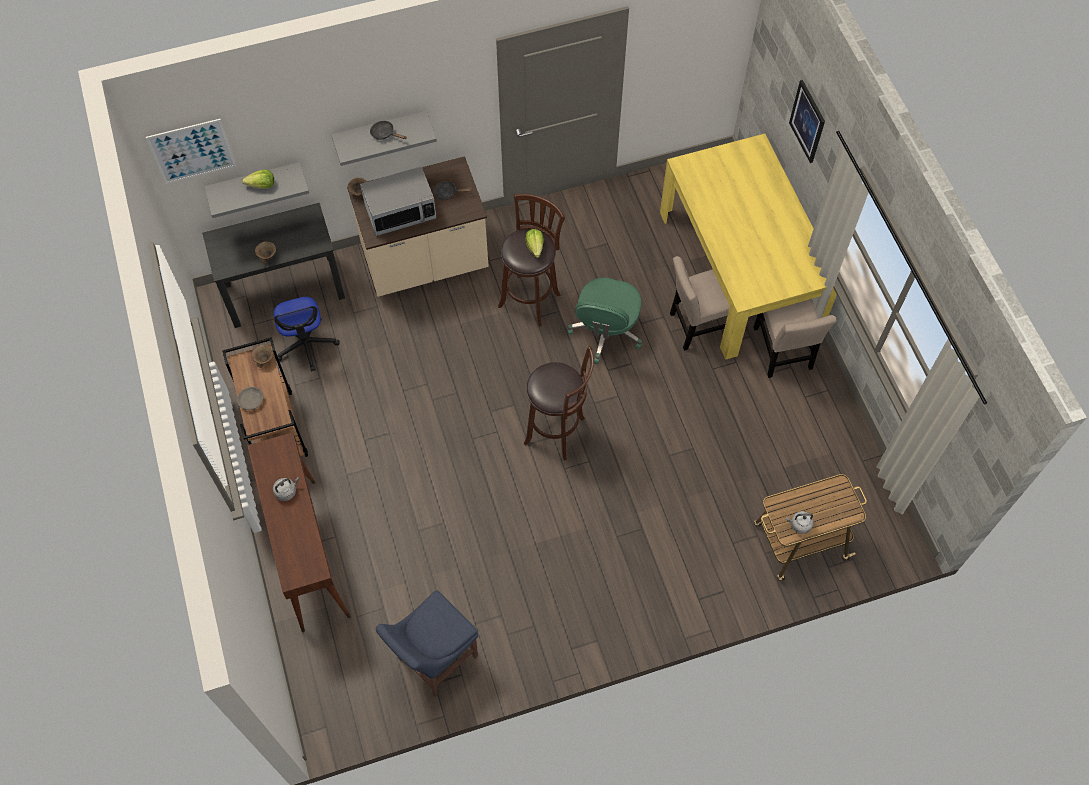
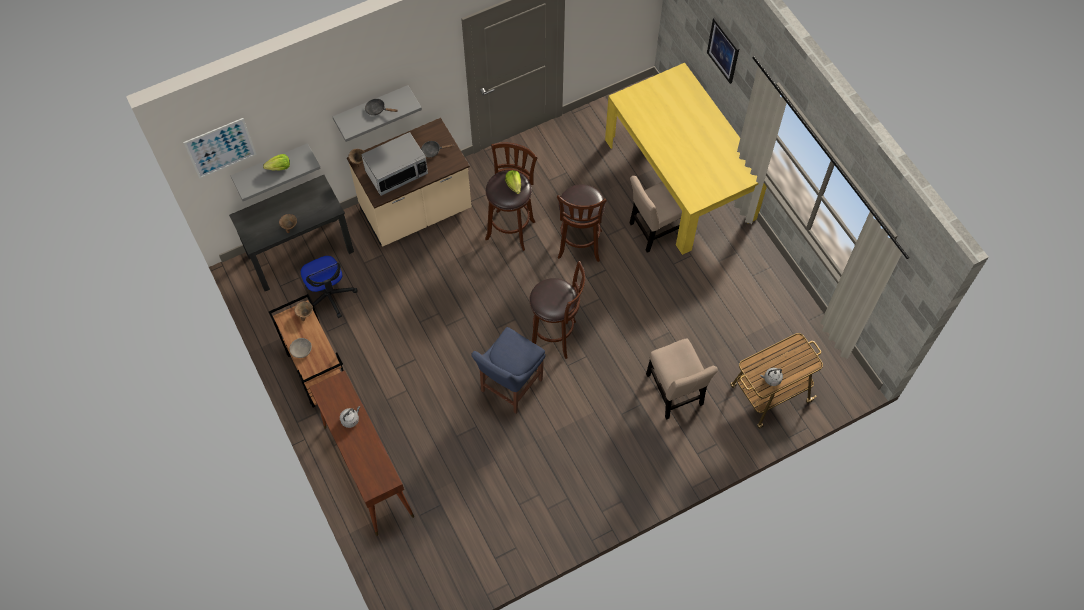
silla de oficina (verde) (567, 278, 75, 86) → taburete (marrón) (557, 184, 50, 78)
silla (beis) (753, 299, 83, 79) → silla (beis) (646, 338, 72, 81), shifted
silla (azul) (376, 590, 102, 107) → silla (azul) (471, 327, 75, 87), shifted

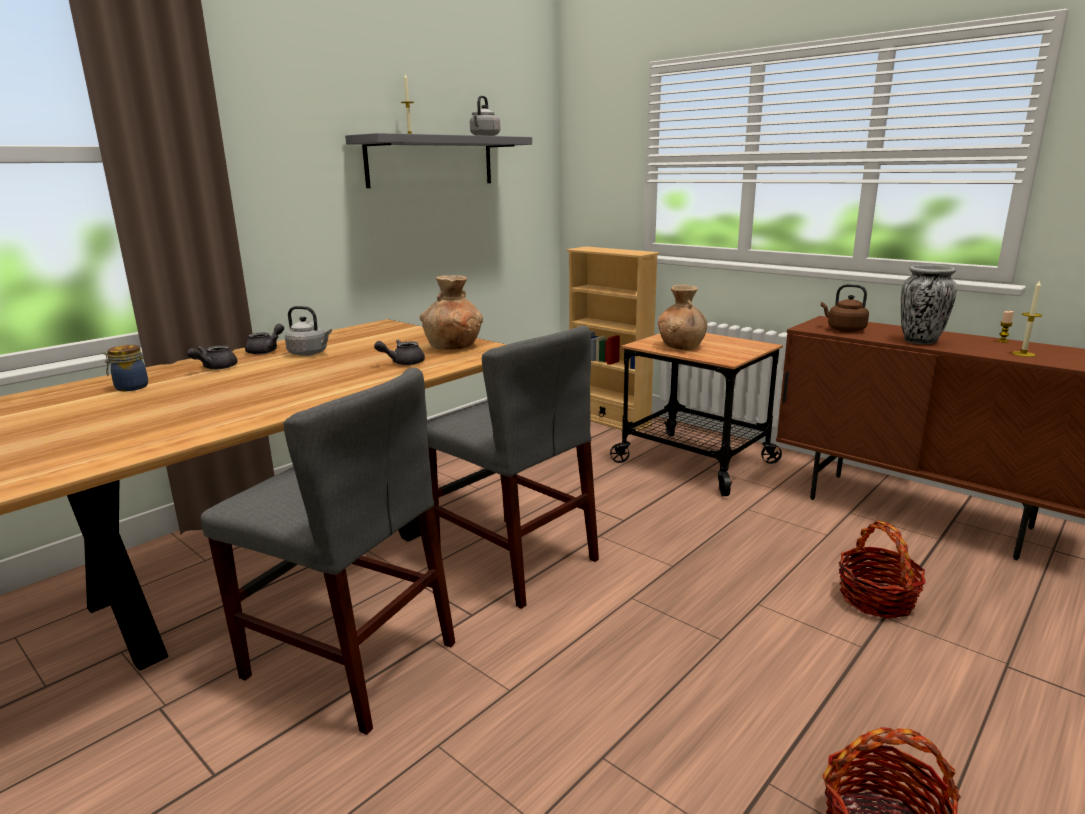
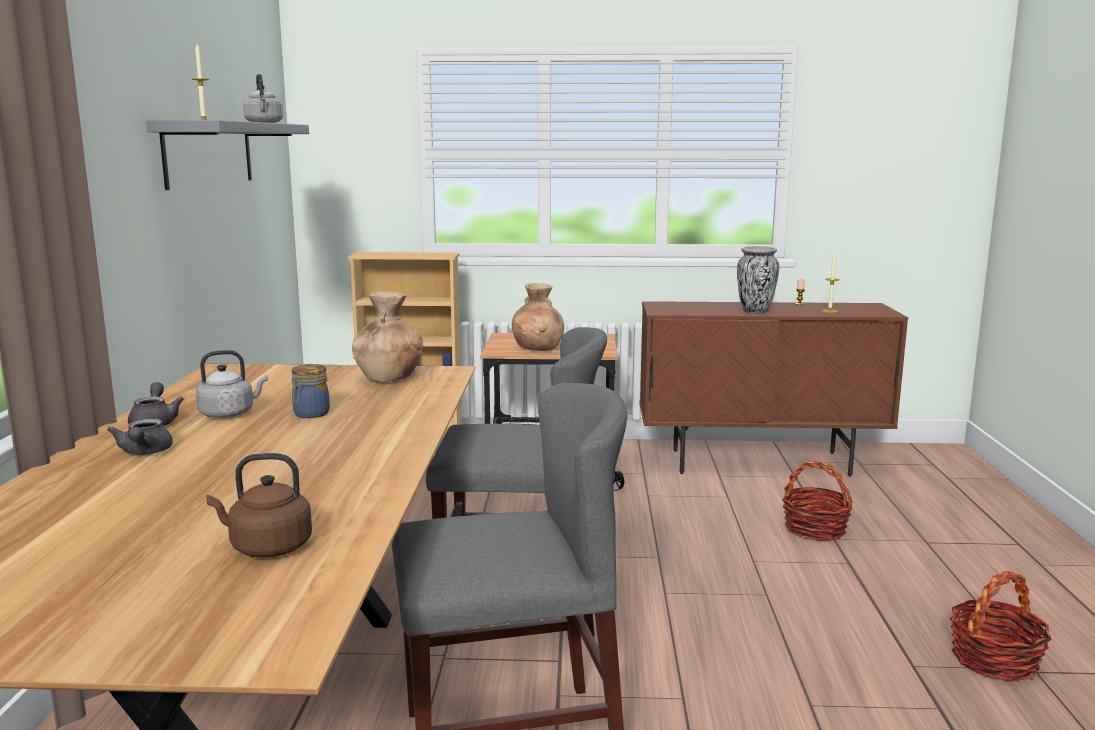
hervidor (marrón) (821, 284, 48, 48) → hervidor (marrón) (206, 453, 106, 105), shifted
tetera (gris) (374, 339, 51, 26) → -
tarro (103, 345, 45, 46) → tarro (292, 364, 38, 54), shifted

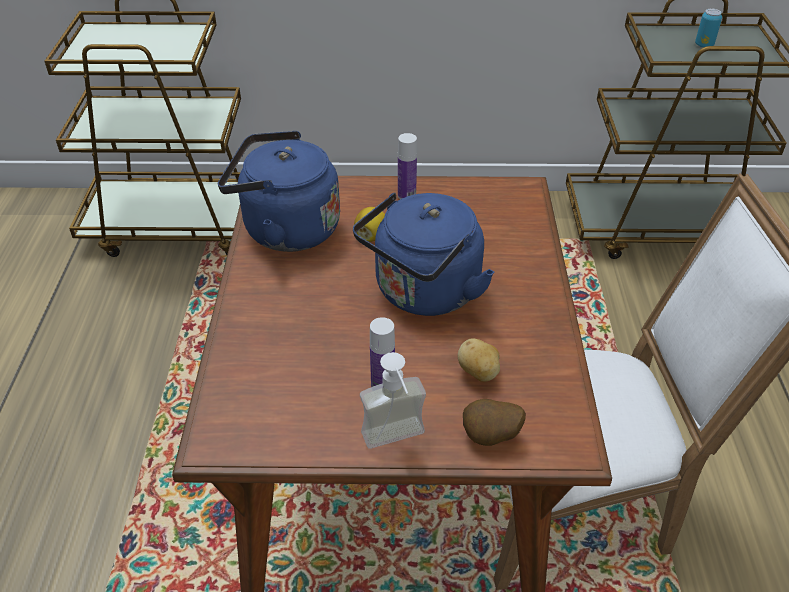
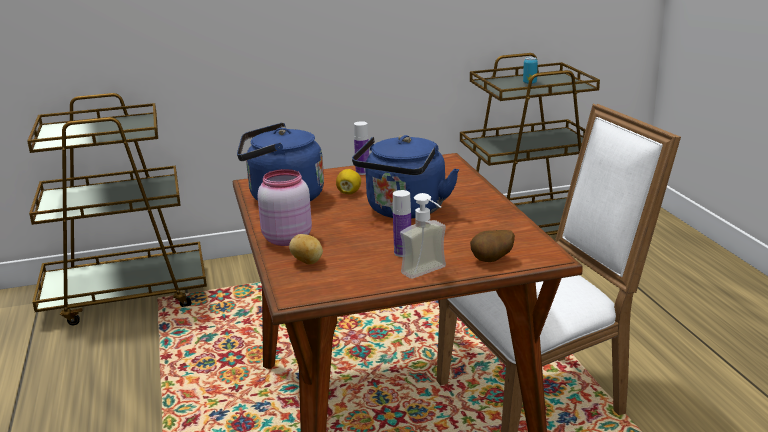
patata (458, 338, 42, 44) → patata (289, 234, 34, 30), shifted
- → tarro (rosa) (258, 169, 54, 77)

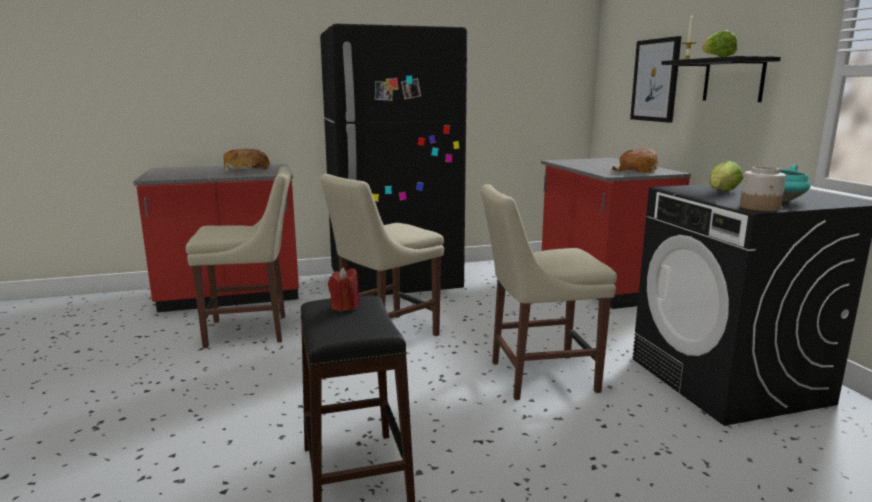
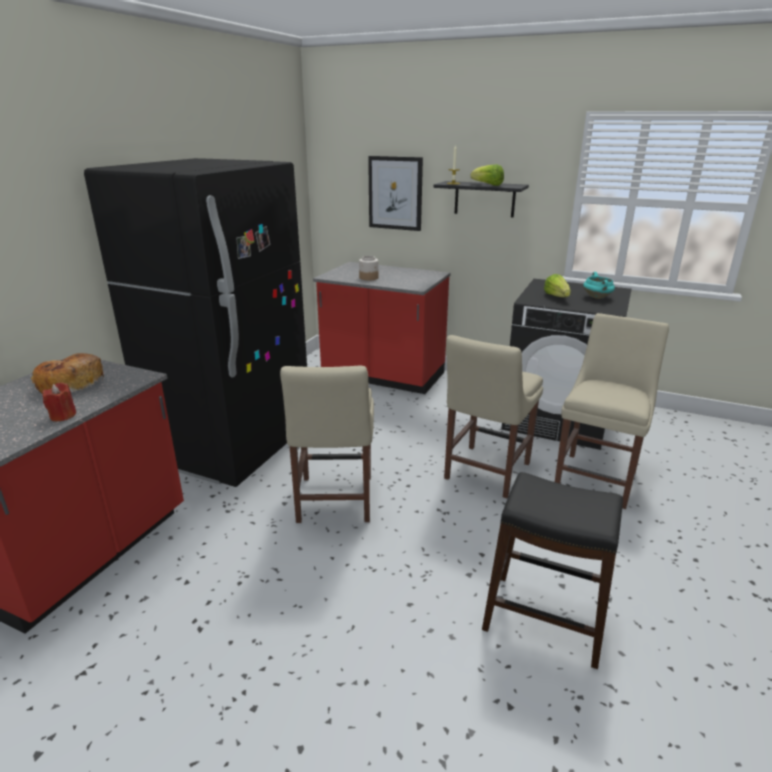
pan (612, 148, 46, 25) → -
silla (beis) (186, 166, 105, 182) → silla (beis) (555, 313, 114, 196), shifted
tarro (740, 166, 46, 45) → tarro (359, 256, 20, 24), shifted
vela (rojo) (328, 267, 31, 44) → vela (rojo) (42, 382, 34, 39), shifted

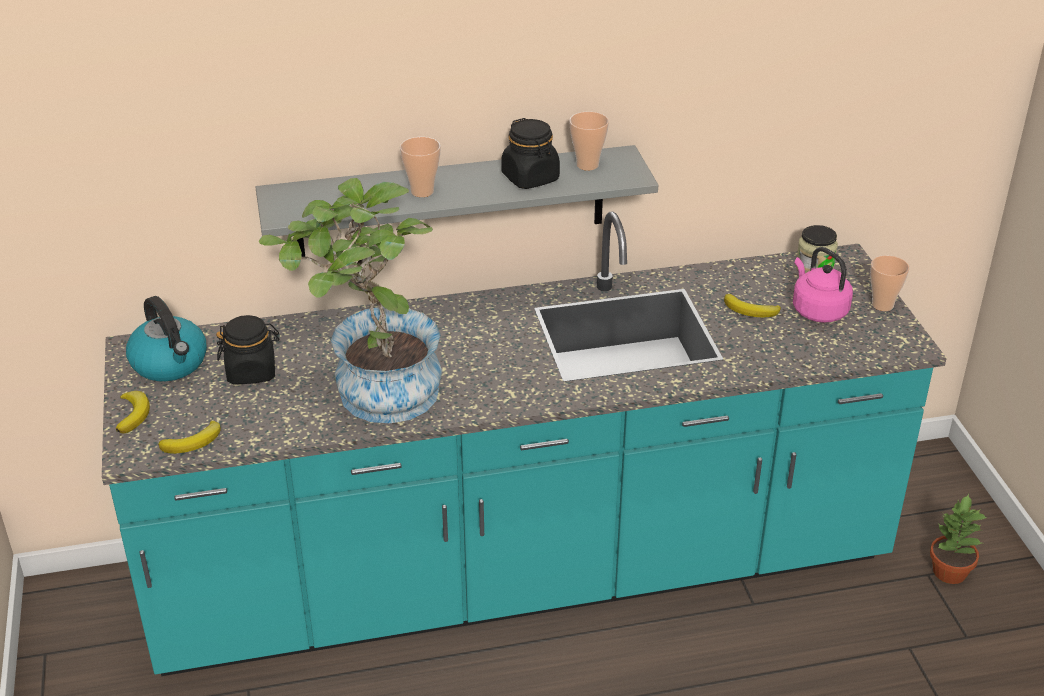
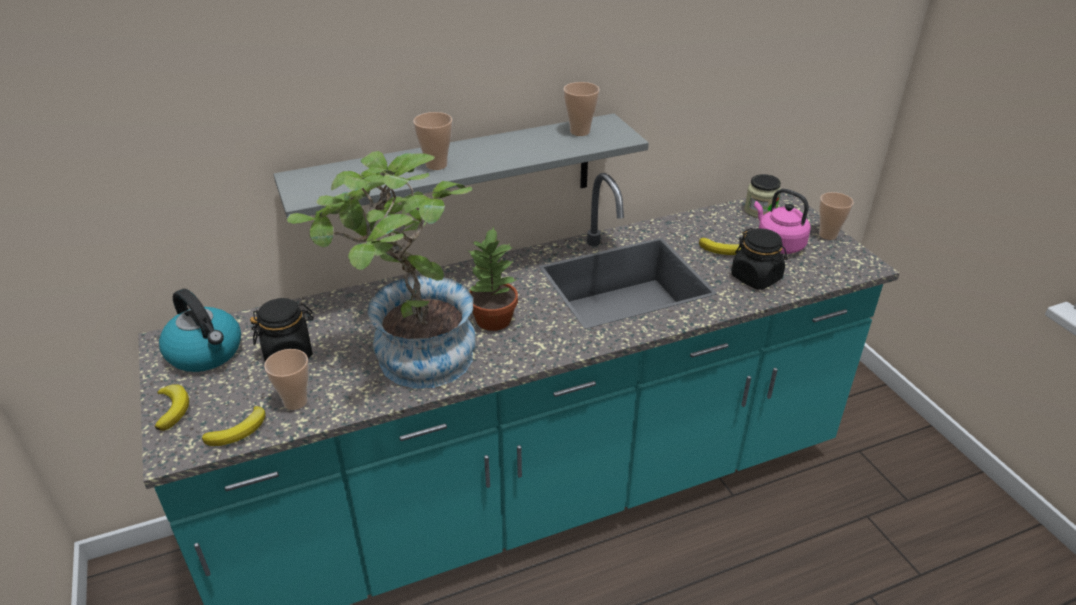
tarro (negro) (501, 118, 59, 71) → tarro (negro) (731, 228, 57, 62), shifted
planta en maceta (930, 494, 57, 90) → planta en maceta (468, 226, 50, 105), shifted
- → taza (264, 349, 45, 61)

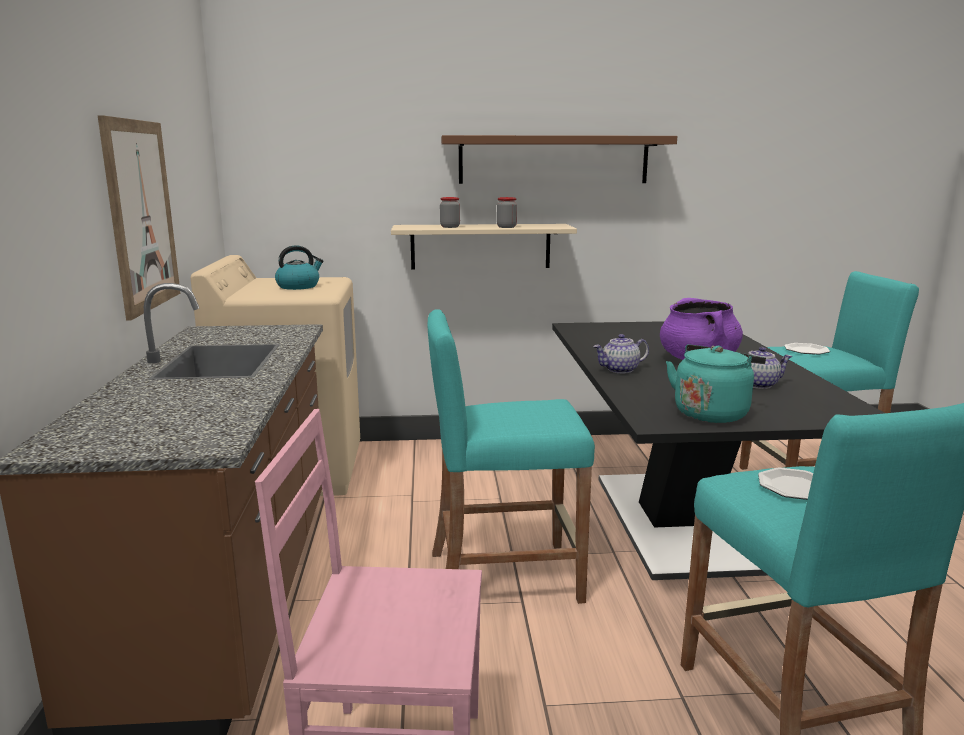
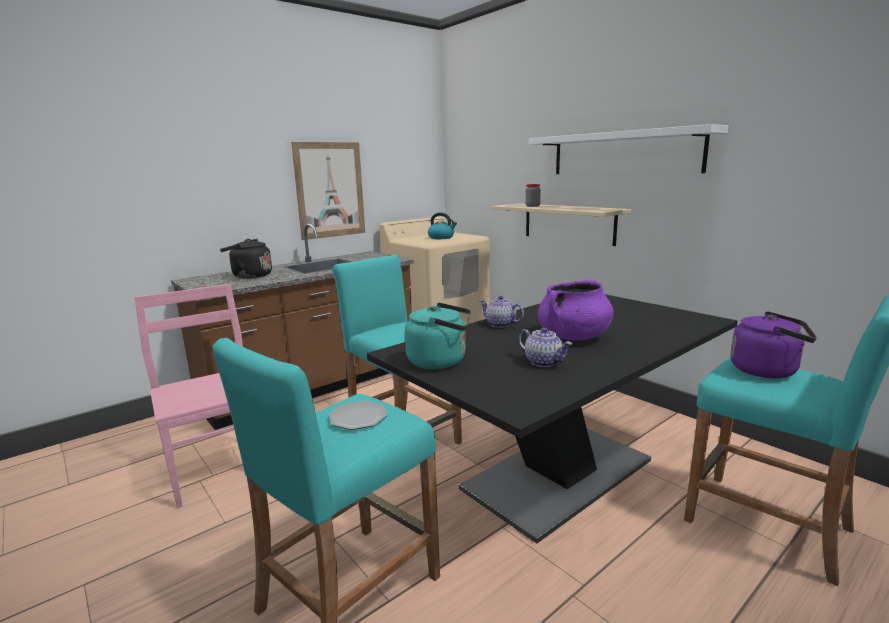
estante (marrón) (441, 135, 236, 49) → estante (blanco) (529, 124, 199, 50)
tarro (497, 197, 20, 31) → -
plato (784, 343, 46, 11) → hervidor (morado) (730, 311, 87, 68)
- → hervidor (negro) (220, 239, 52, 40)

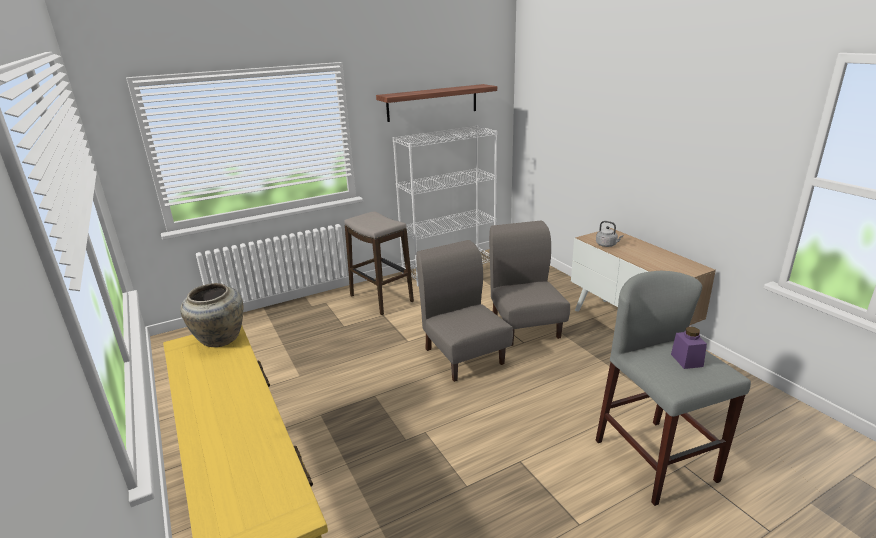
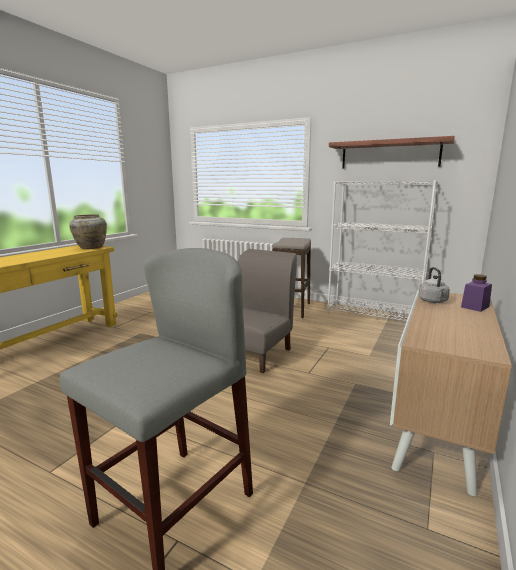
silla (gris) (489, 221, 81, 125) → -
tarro (morado) (671, 327, 36, 42) → tarro (morado) (461, 274, 31, 38), shifted

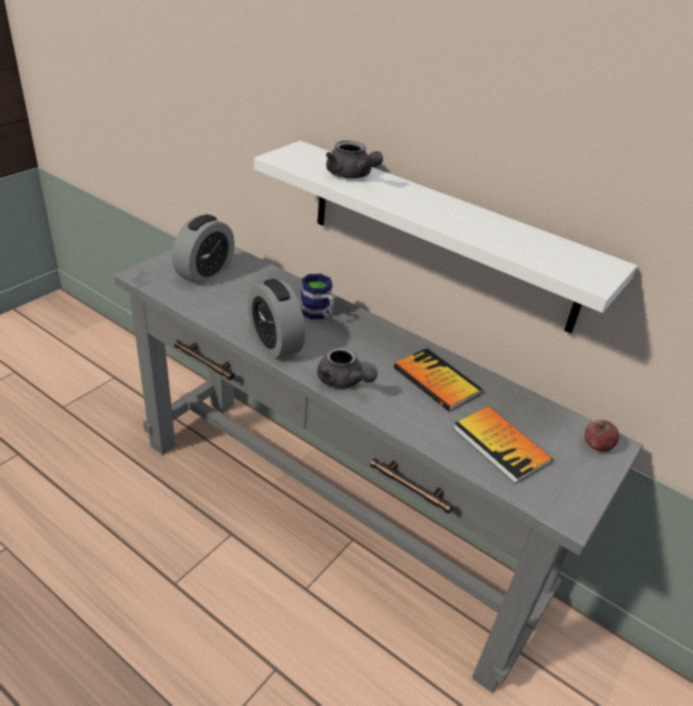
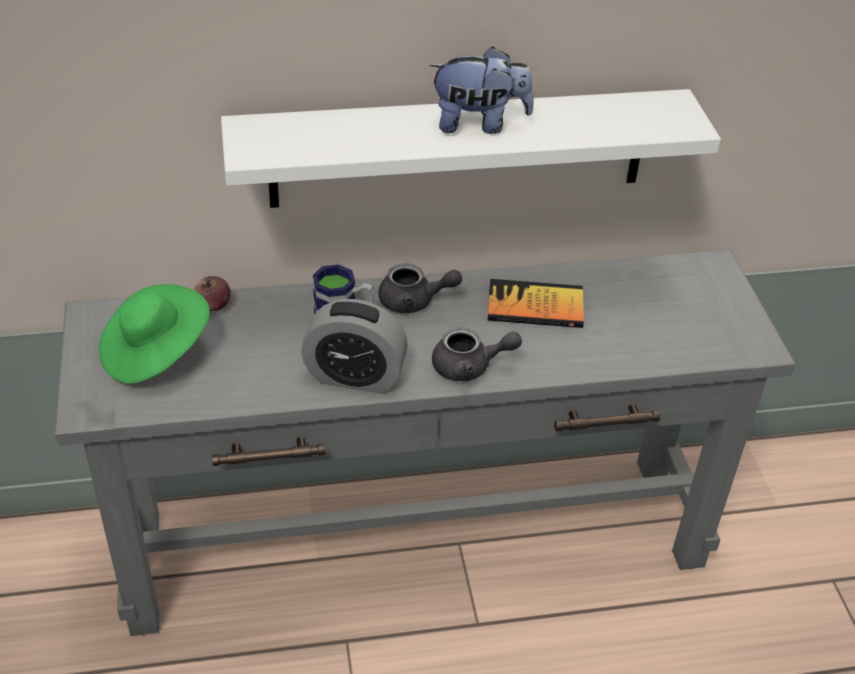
tetera (gris) (326, 140, 57, 39) → tetera (gris) (378, 264, 84, 50), shifted
despertador (172, 214, 63, 71) → sombrero (verde) (99, 284, 111, 100)
libro (453, 406, 100, 78) → -
manzana (585, 420, 34, 32) → manzana (194, 276, 36, 35), shifted
- → peluche (429, 46, 105, 88)

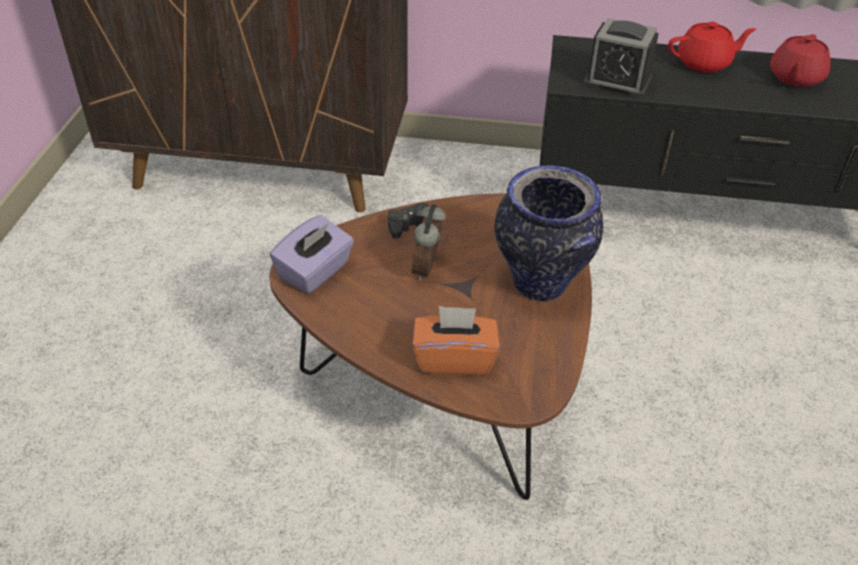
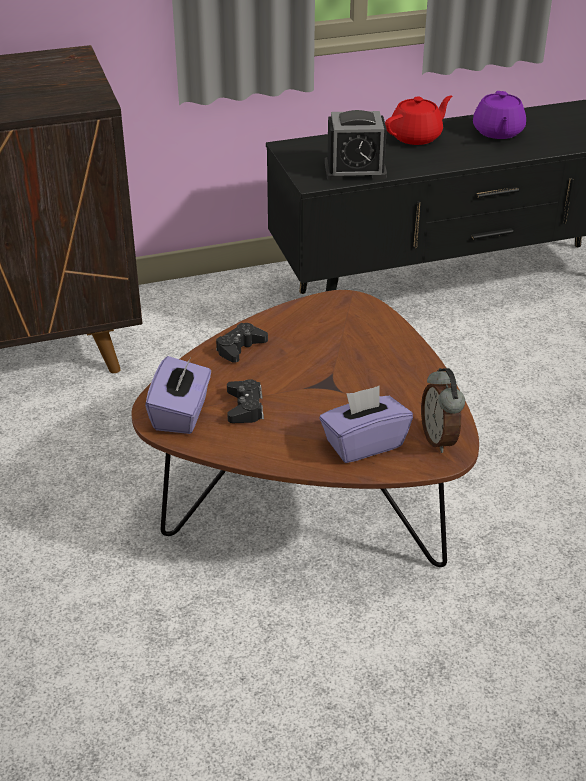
tetera (rojo) (770, 34, 61, 53) → tetera (morado) (473, 91, 53, 48)
florero (495, 165, 108, 136) → -
despertador (412, 204, 34, 77) → despertador (421, 368, 44, 85), shifted
caja de pañuelos (naranja) (412, 306, 88, 69) → caja de pañuelos (morado) (319, 386, 94, 77)
- → mando de consola (negro) (227, 379, 37, 44)

